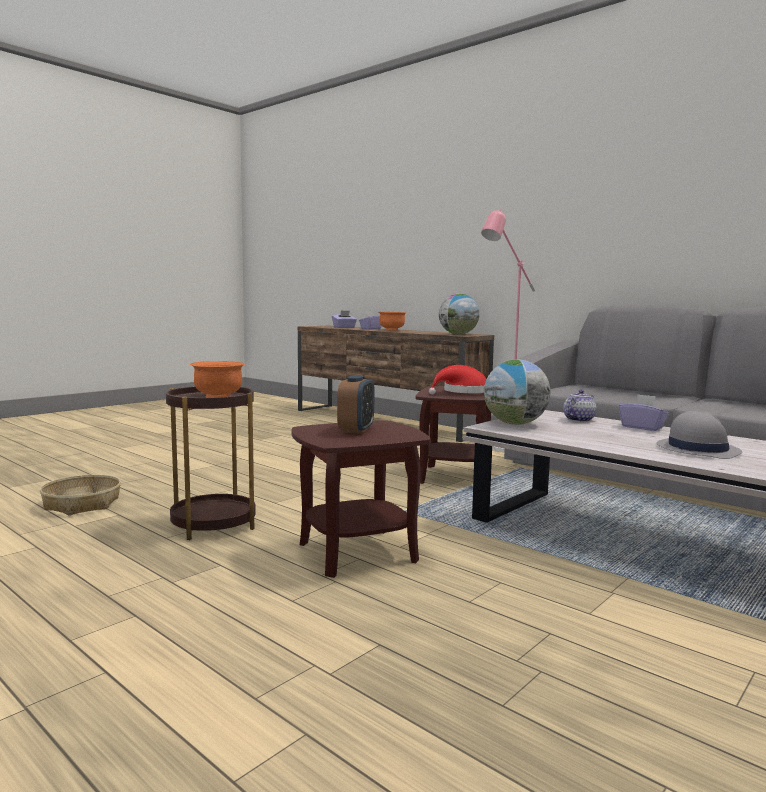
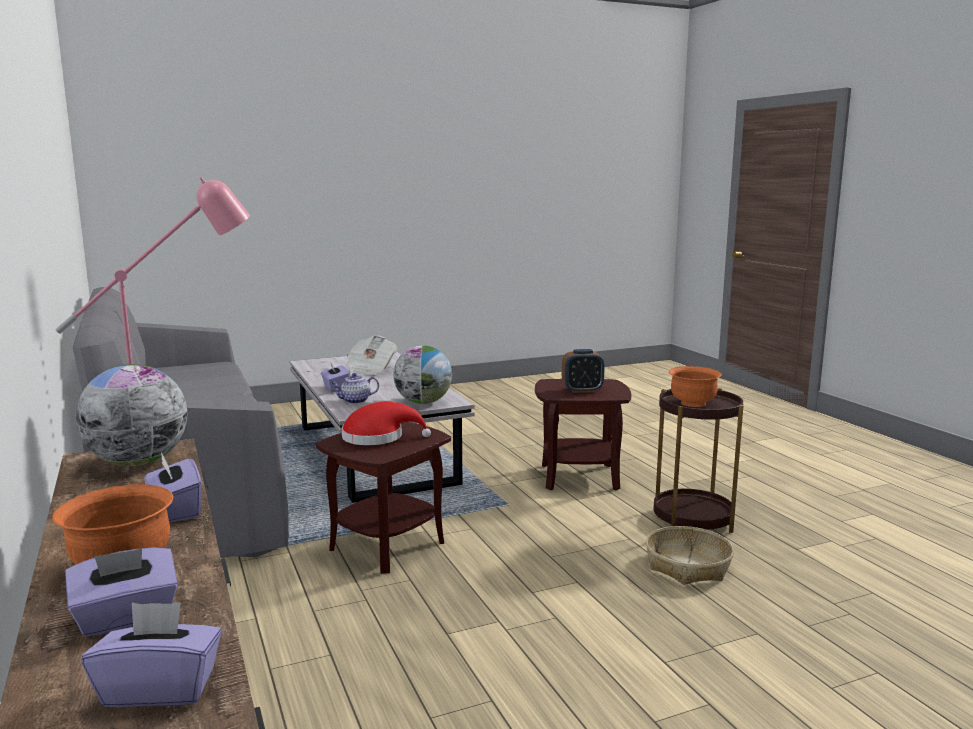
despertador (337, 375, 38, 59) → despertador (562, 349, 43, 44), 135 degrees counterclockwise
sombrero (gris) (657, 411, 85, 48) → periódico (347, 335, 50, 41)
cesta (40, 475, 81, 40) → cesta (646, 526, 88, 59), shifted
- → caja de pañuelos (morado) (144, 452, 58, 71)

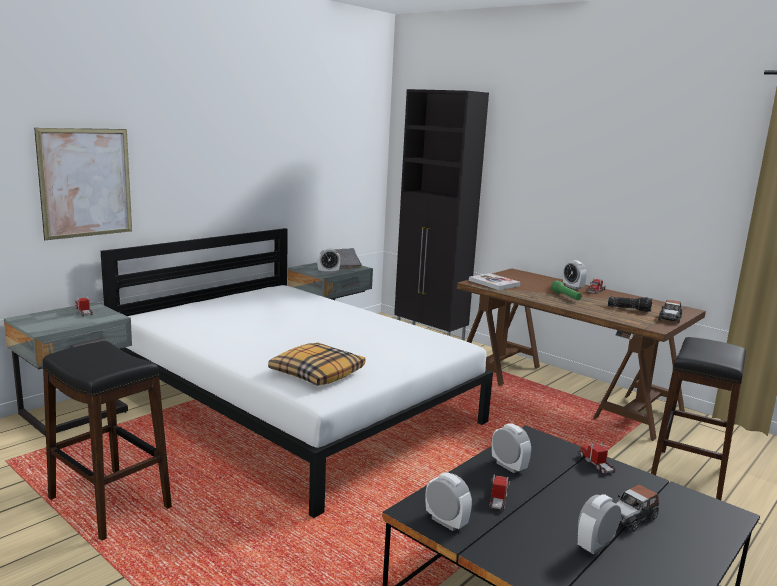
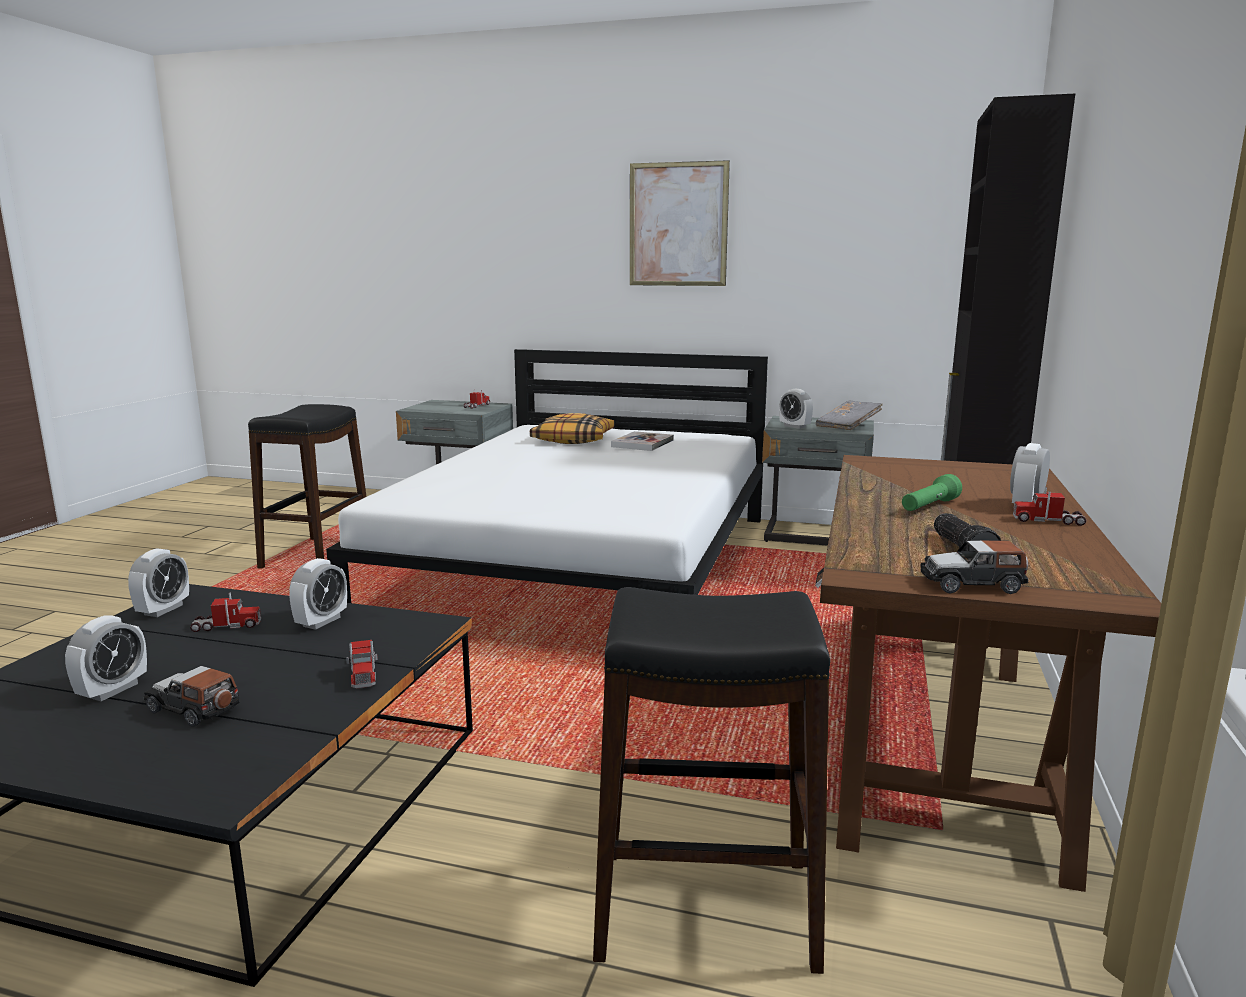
cuadro (34, 128, 98, 112) → cuadro (630, 160, 100, 126), shifted
libro (469, 273, 52, 17) → libro (611, 431, 63, 20), shifted
cojín (268, 343, 97, 43) → cojín (530, 413, 84, 31), shifted
camión de juguete (579, 442, 36, 33) → camión de juguete (346, 640, 32, 49), 120 degrees clockwise
despertador (577, 494, 44, 61) → despertador (65, 615, 82, 86), 90 degrees clockwise

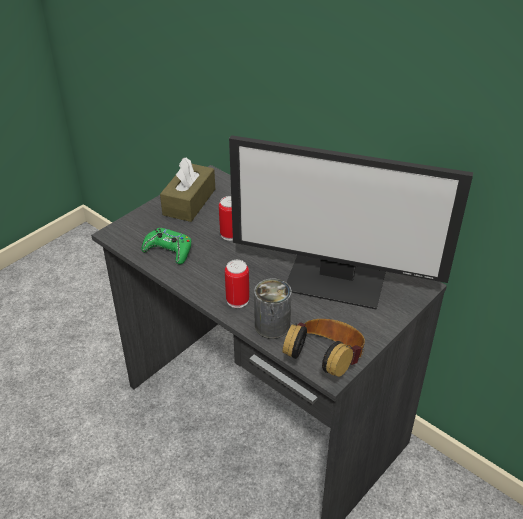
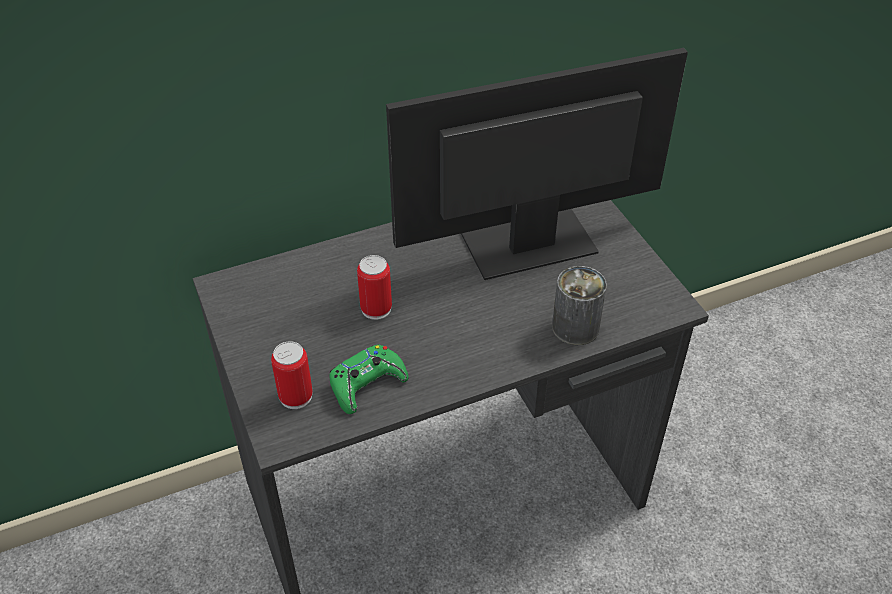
monitor (229, 135, 244, 175) → monitor (386, 48, 302, 232), 150 degrees counterclockwise
caja de pañuelos (marrón) (160, 157, 55, 65) → -
lata (225, 260, 24, 48) → lata (271, 341, 42, 68), shifted
auriculares (282, 319, 83, 58) → -

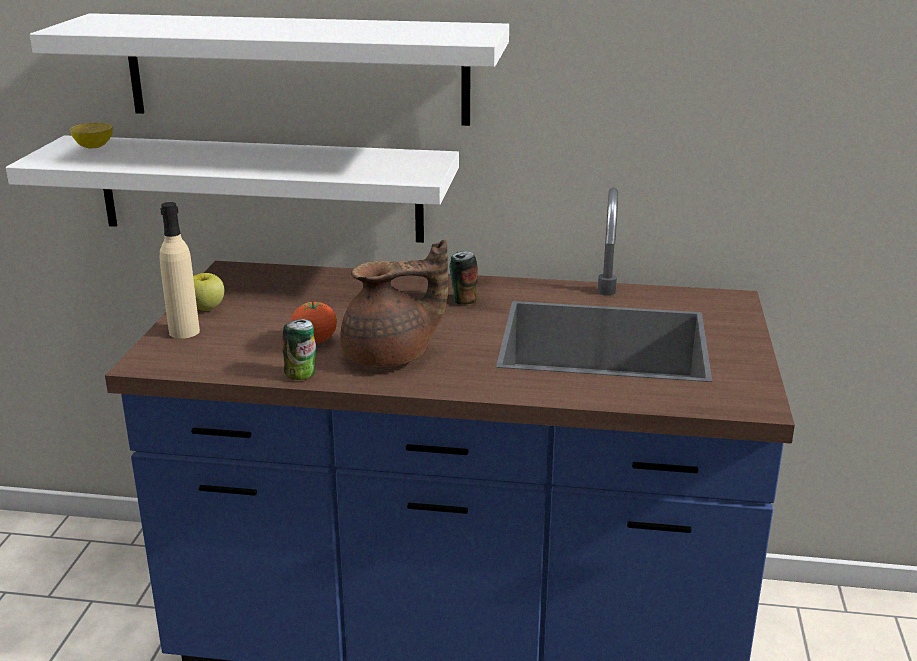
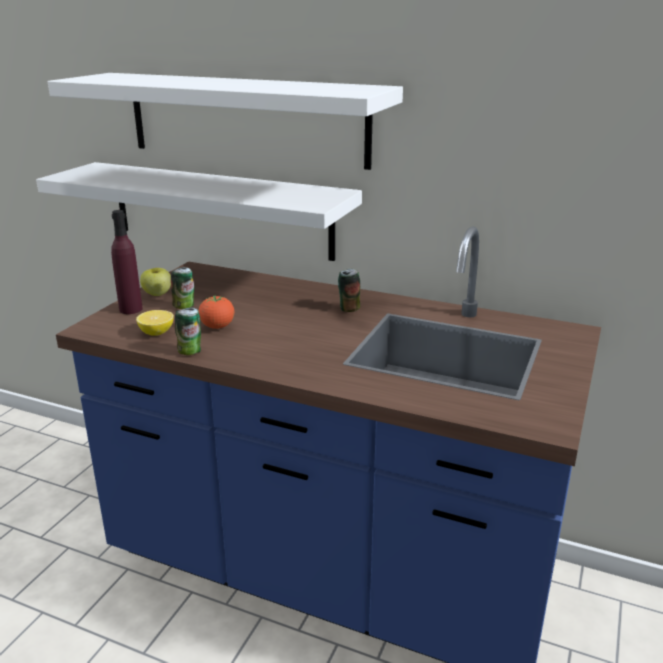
limón (70, 123, 43, 26) → limón (136, 310, 38, 26), shifted
botella (beis) (160, 202, 40, 137) → botella (morado) (111, 210, 32, 104)
tetera (marrón) (340, 239, 108, 128) → -
- → lata (171, 267, 23, 42)

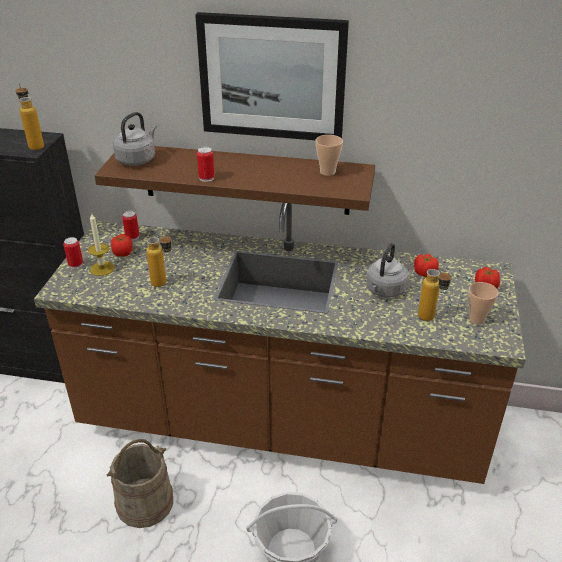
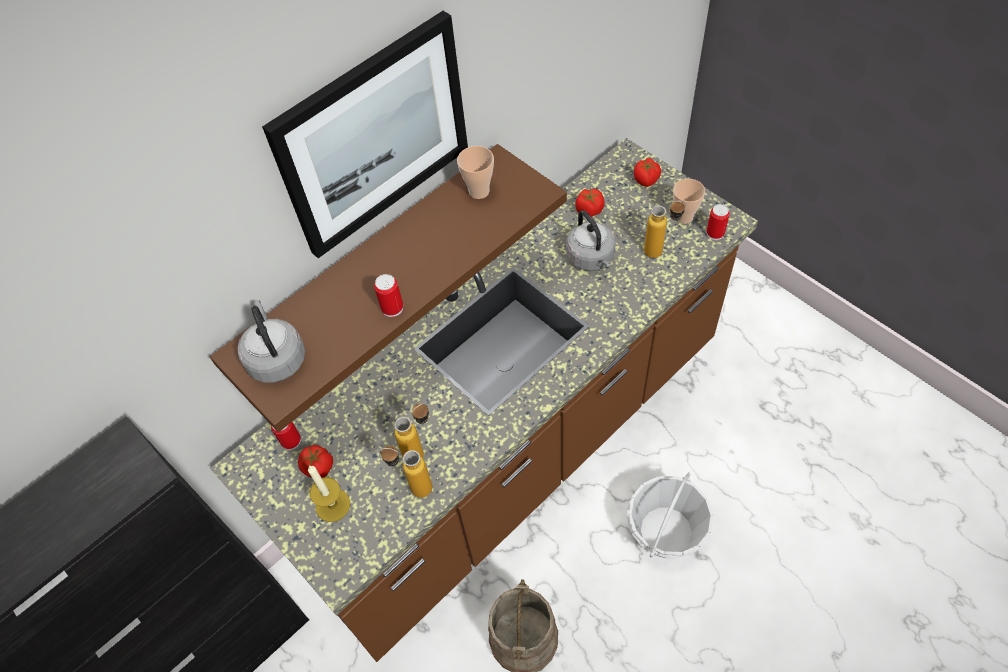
botella (16, 83, 28, 67) → botella (379, 446, 53, 52), shifted
lata (63, 237, 20, 32) → lata (706, 204, 24, 36), shifted

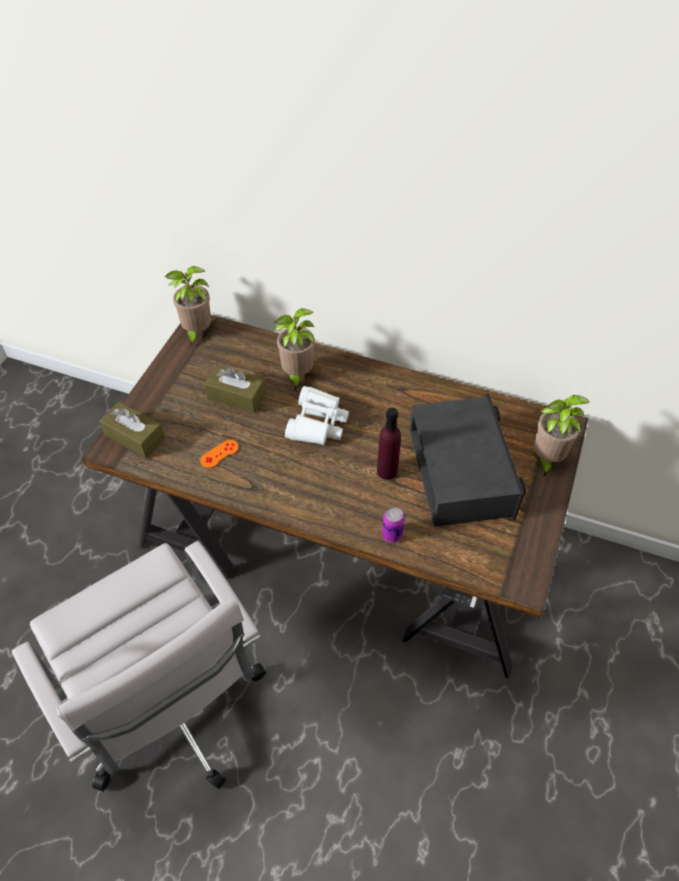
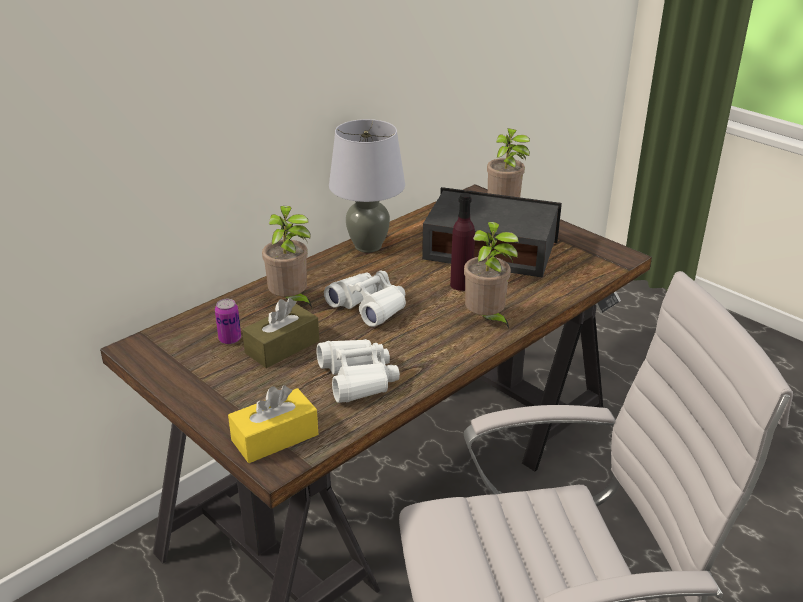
planta en maceta (165, 266, 46, 80) → planta en maceta (464, 222, 54, 106), shifted
caja de pañuelos (marrón) (99, 402, 66, 56) → caja de pañuelos (amarillo) (228, 385, 90, 78)
mando de consola (naranja) (200, 440, 39, 28) → prismáticos (blanco) (316, 339, 84, 64)
lata (382, 507, 23, 36) → lata (215, 299, 26, 45), shifted
- → lámpara de mesa (gris) (329, 119, 76, 134)

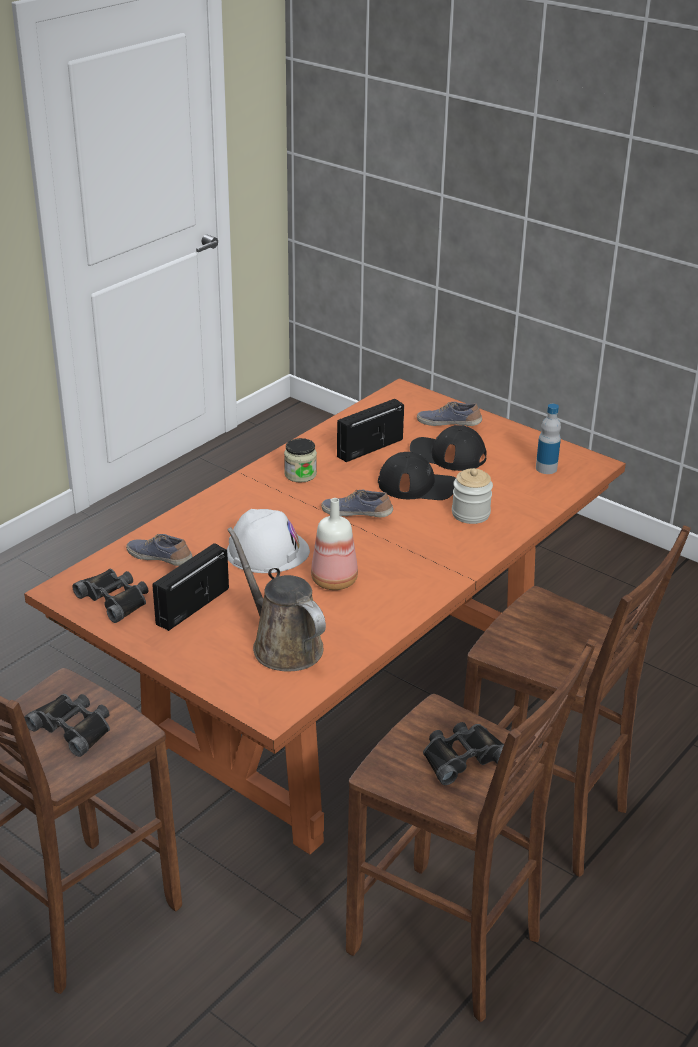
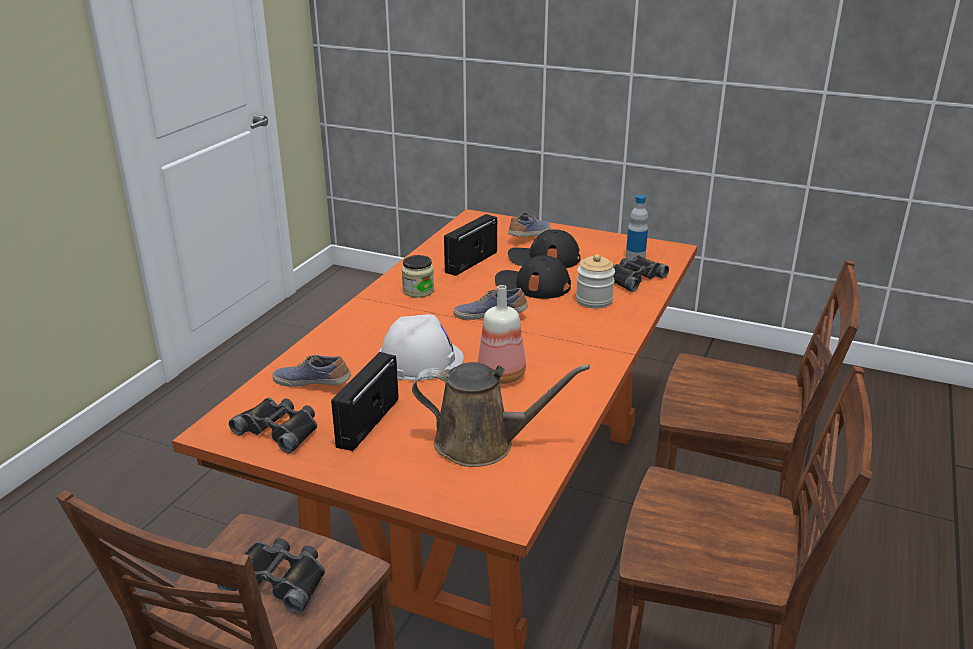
zapato (417, 402, 65, 24) → zapato (508, 213, 43, 24), 120 degrees clockwise
gorra (negro) (378, 452, 78, 48) → gorra (negro) (495, 255, 76, 44), 150 degrees counterclockwise
regadera (marrón) (227, 527, 99, 144) → regadera (marrón) (412, 362, 178, 105), 150 degrees clockwise
prismáticos (negro) (423, 722, 81, 63) → prismáticos (negro) (613, 255, 56, 37), shifted

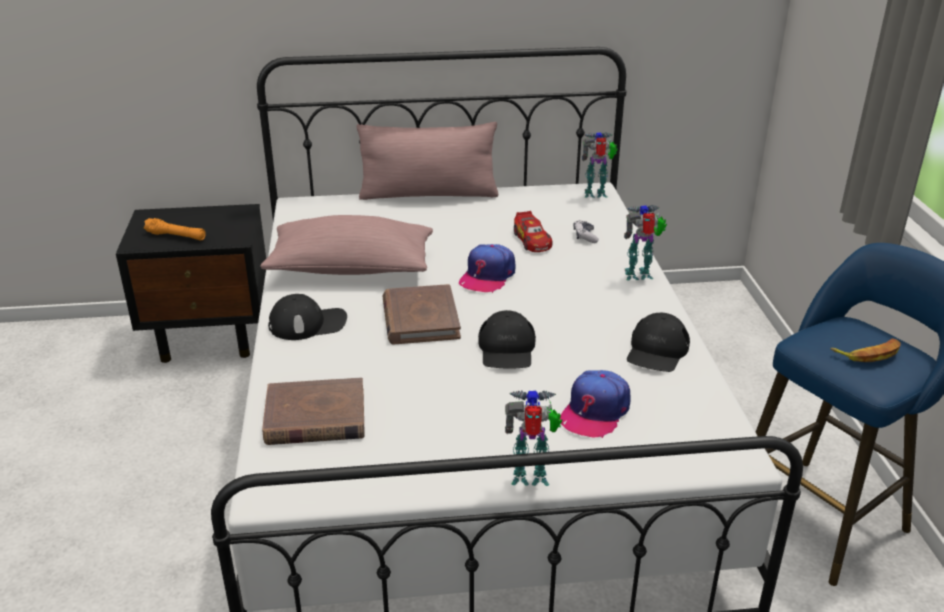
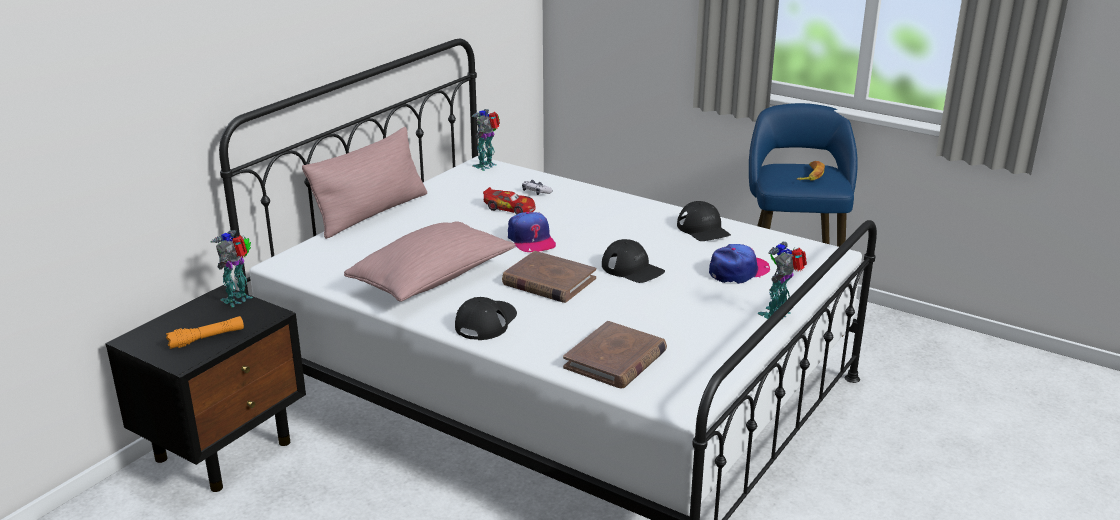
robot de juguete (624, 205, 43, 75) → robot de juguete (211, 230, 42, 77), shifted
gorra (560, 370, 71, 68) → gorra (709, 244, 61, 40), 105 degrees counterclockwise

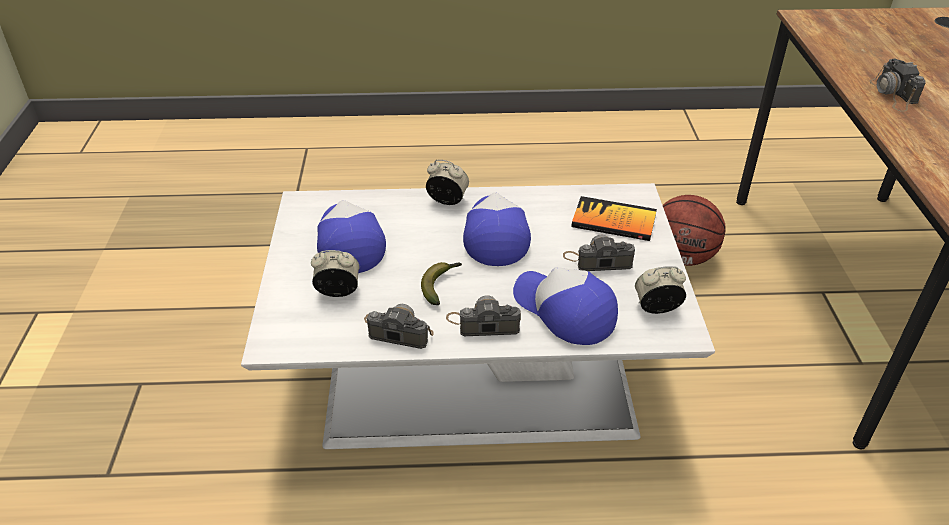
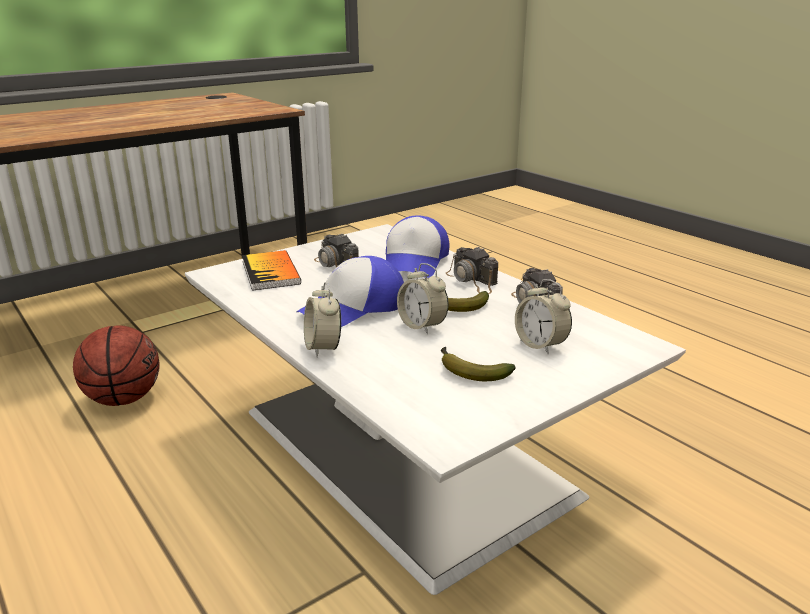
cámara (870, 59, 56, 53) → -
gorra (317, 200, 69, 73) → plátano (441, 347, 75, 34)
despertador (635, 266, 51, 48) → despertador (397, 263, 52, 71), shifted

